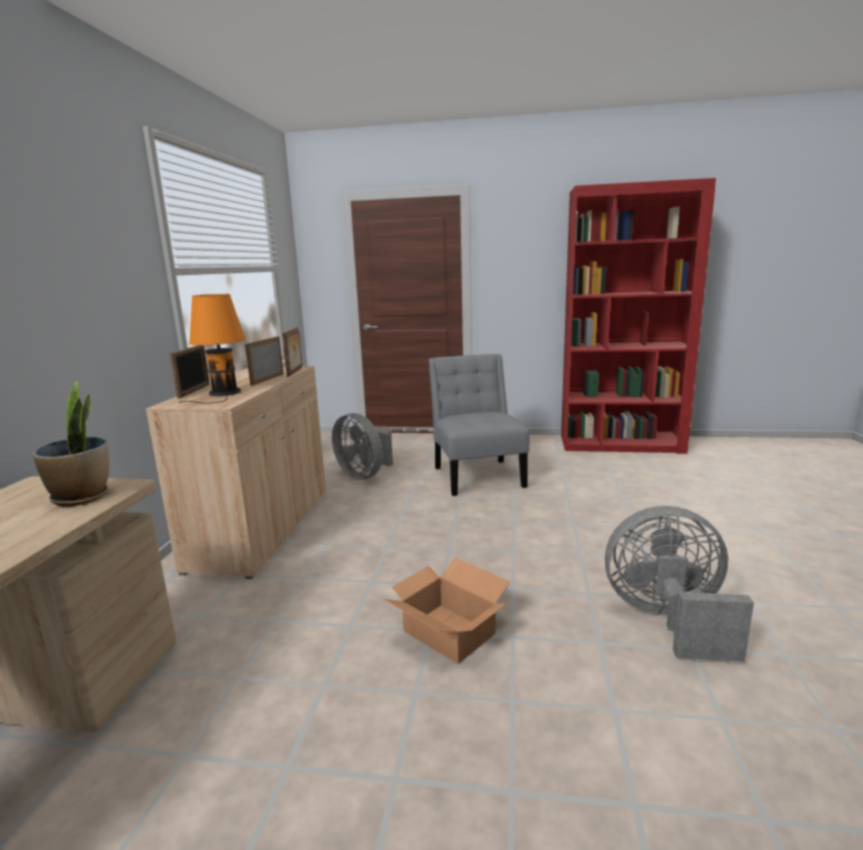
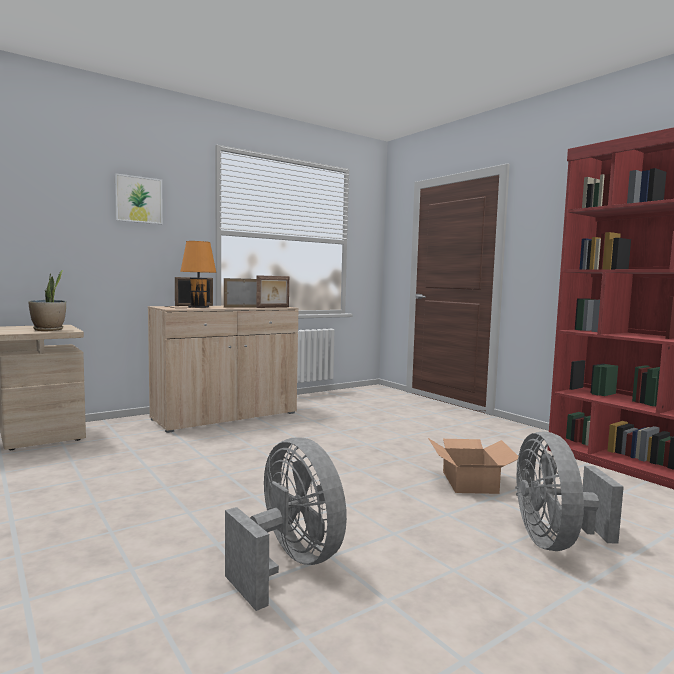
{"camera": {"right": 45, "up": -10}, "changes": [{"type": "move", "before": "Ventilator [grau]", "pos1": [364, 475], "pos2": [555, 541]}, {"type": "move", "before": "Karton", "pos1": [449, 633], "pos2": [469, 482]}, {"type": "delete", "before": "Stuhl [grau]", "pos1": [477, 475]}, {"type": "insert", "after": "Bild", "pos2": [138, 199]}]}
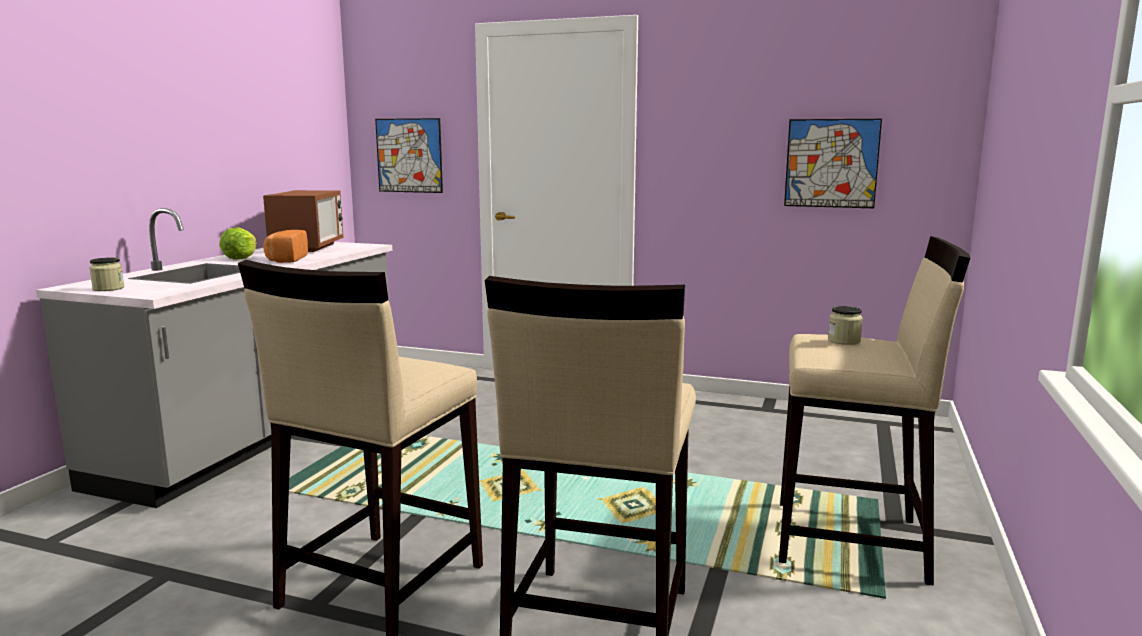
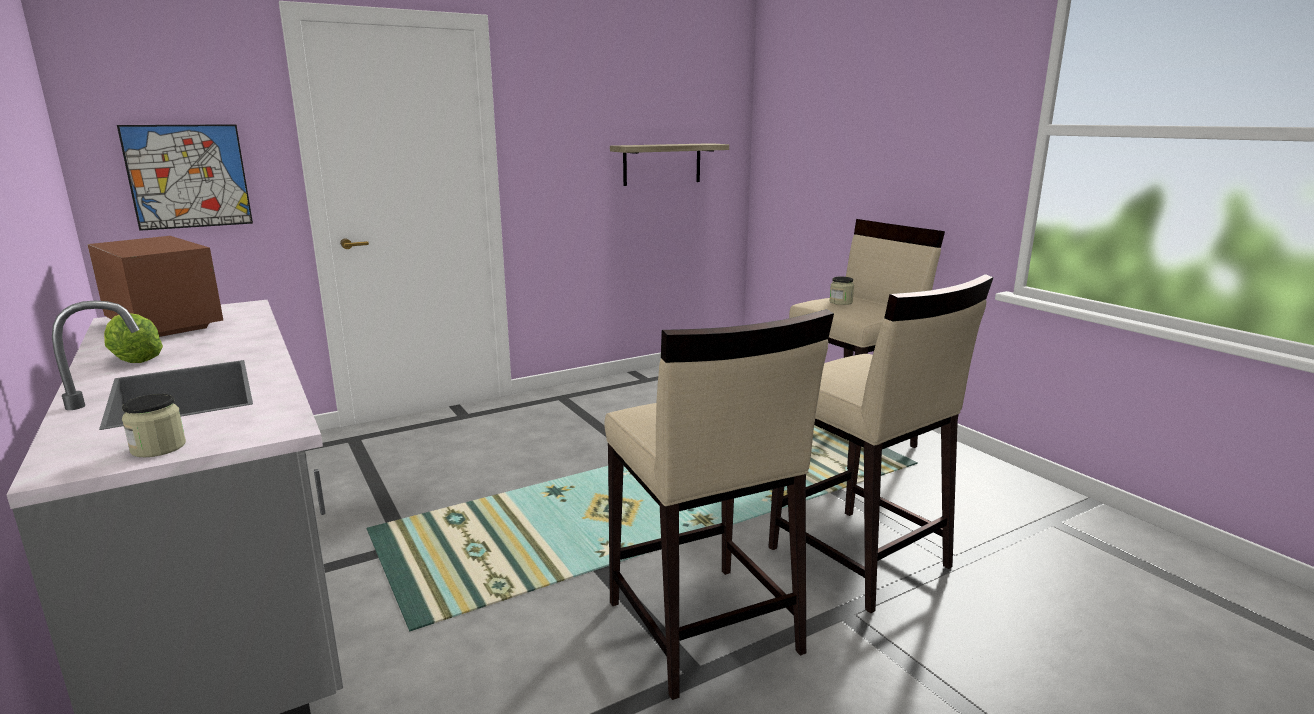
{"camera": {"right": -50, "up": 5}, "changes": [{"type": "delete", "before": "Brot", "pos1": [286, 259]}, {"type": "replace", "before": "Bild", "after": "Wandregal", "pos1": [831, 163], "pos2": [662, 164]}]}
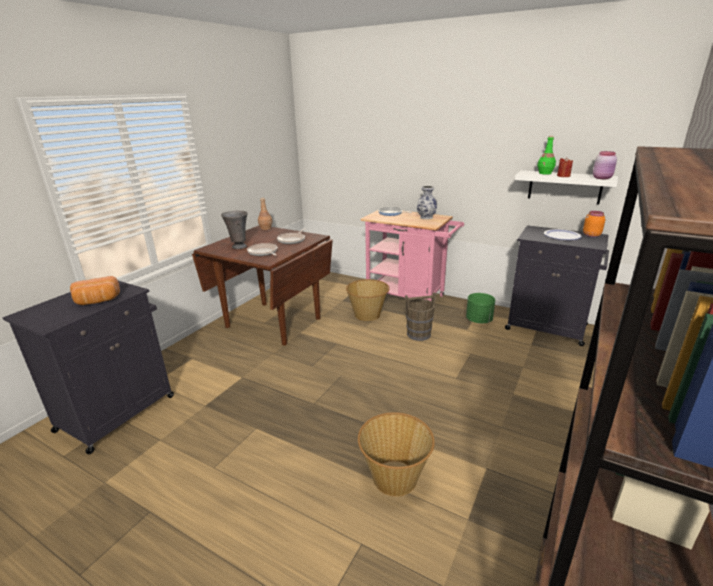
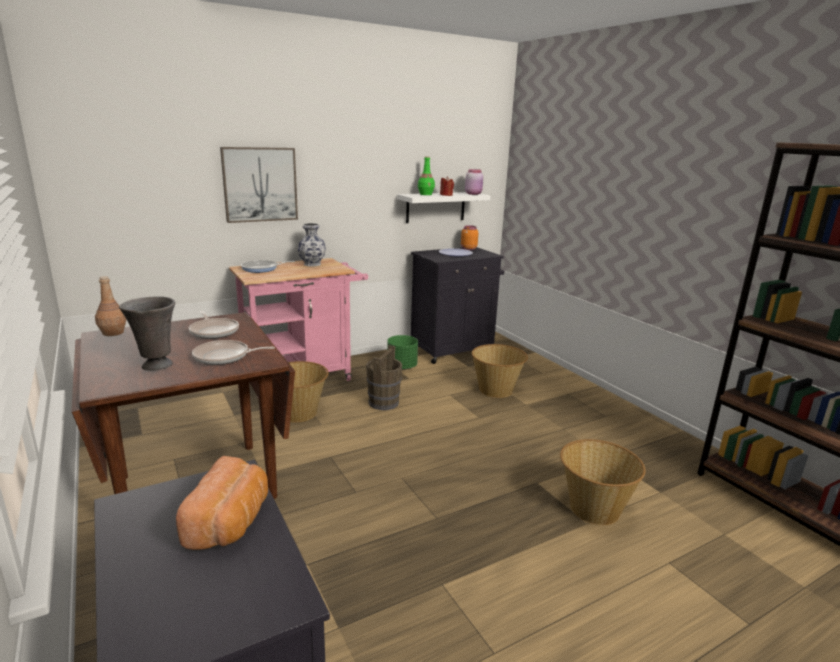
{"camera": {"right": -60, "up": -5}, "changes": [{"type": "insert", "after": "Bild", "pos2": [260, 184]}, {"type": "insert", "after": "Korb", "pos2": [496, 390]}]}
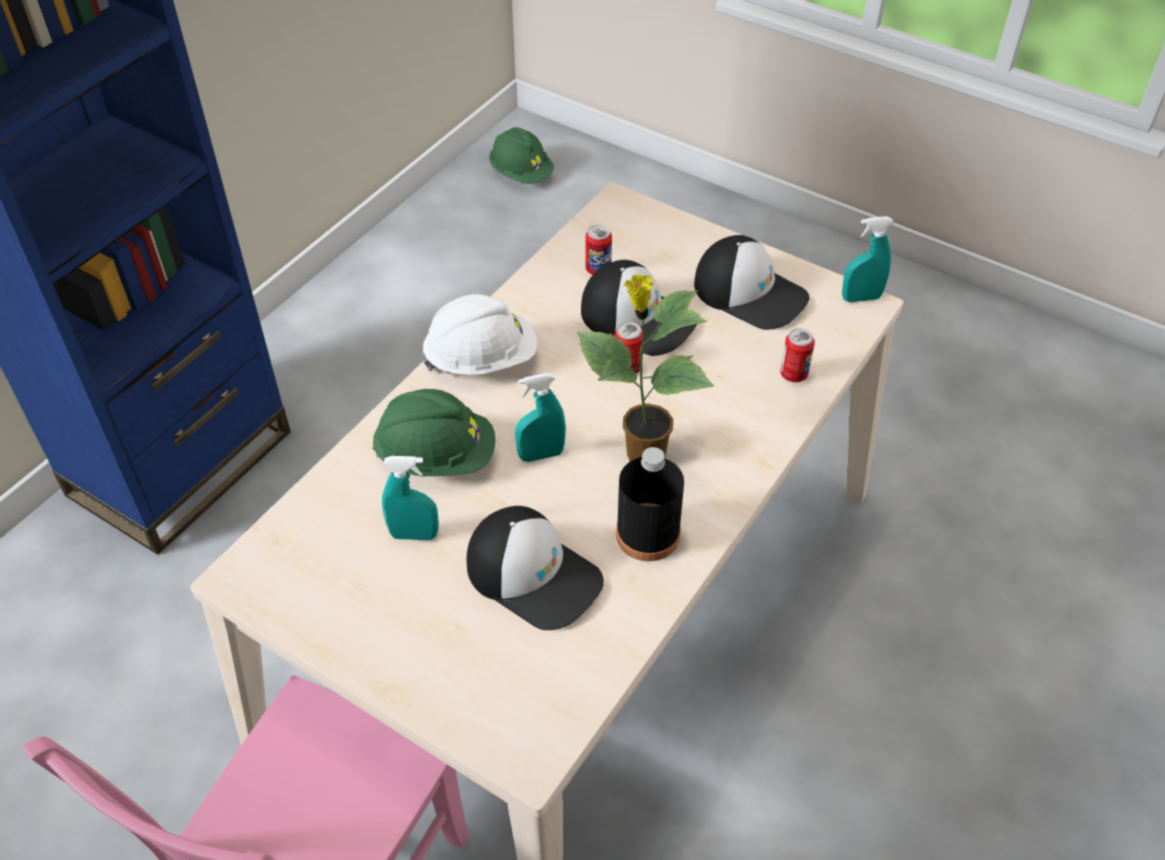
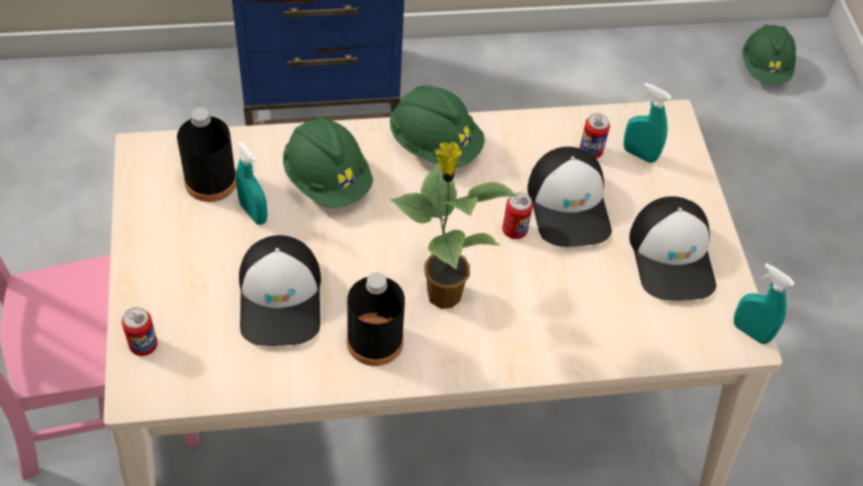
{"camera": {"right": 45, "up": 5}, "changes": [{"type": "recolor", "before": "Schutzhelm [weiß]", "after": "Schutzhelm [grün]", "pos1": [481, 359], "pos2": [435, 145]}, {"type": "move", "before": "Sprühflasche [türkis]", "pos1": [541, 455], "pos2": [639, 154]}, {"type": "move", "before": "Dose", "pos1": [793, 374], "pos2": [143, 345]}, {"type": "insert", "after": "Flasche [schwarz]", "pos2": [211, 181]}]}
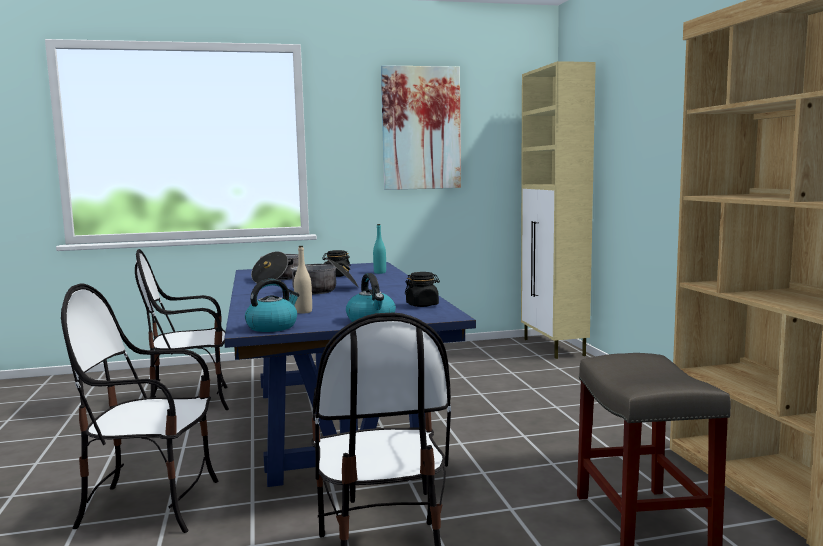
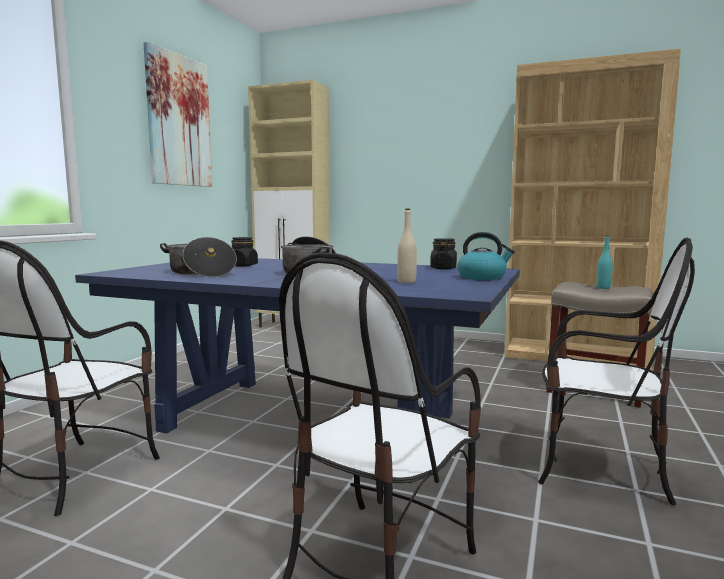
{"camera": {"right": -55, "up": 0}, "changes": [{"type": "delete", "before": "Wasserkessel", "pos1": [272, 327]}, {"type": "move", "before": "Flasche [türkis]", "pos1": [380, 272], "pos2": [603, 288]}]}
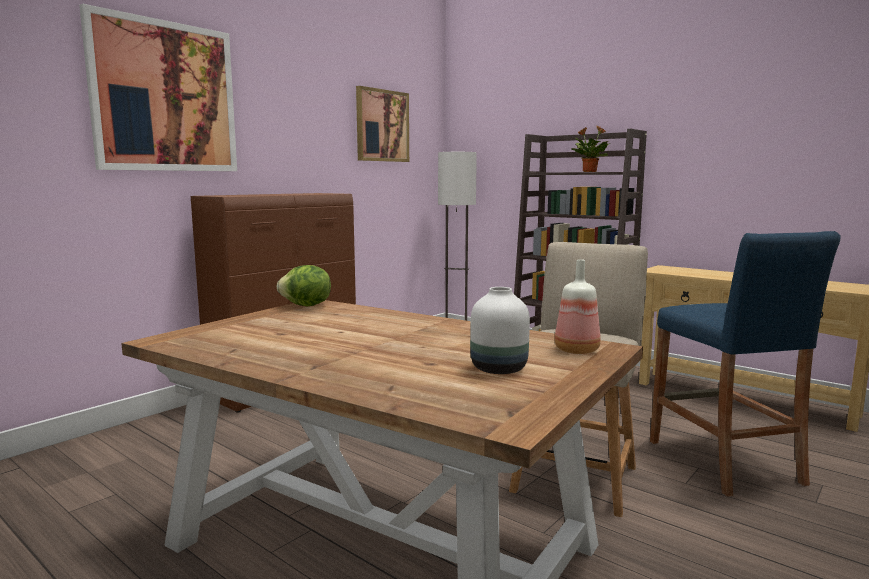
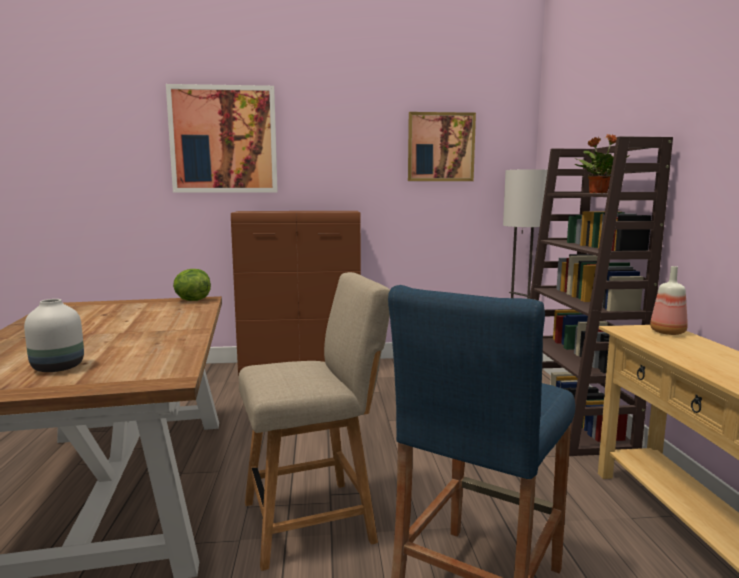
{"camera": {"right": 45, "up": 0}, "changes": [{"type": "move", "before": "Flasche", "pos1": [576, 350], "pos2": [667, 332]}]}
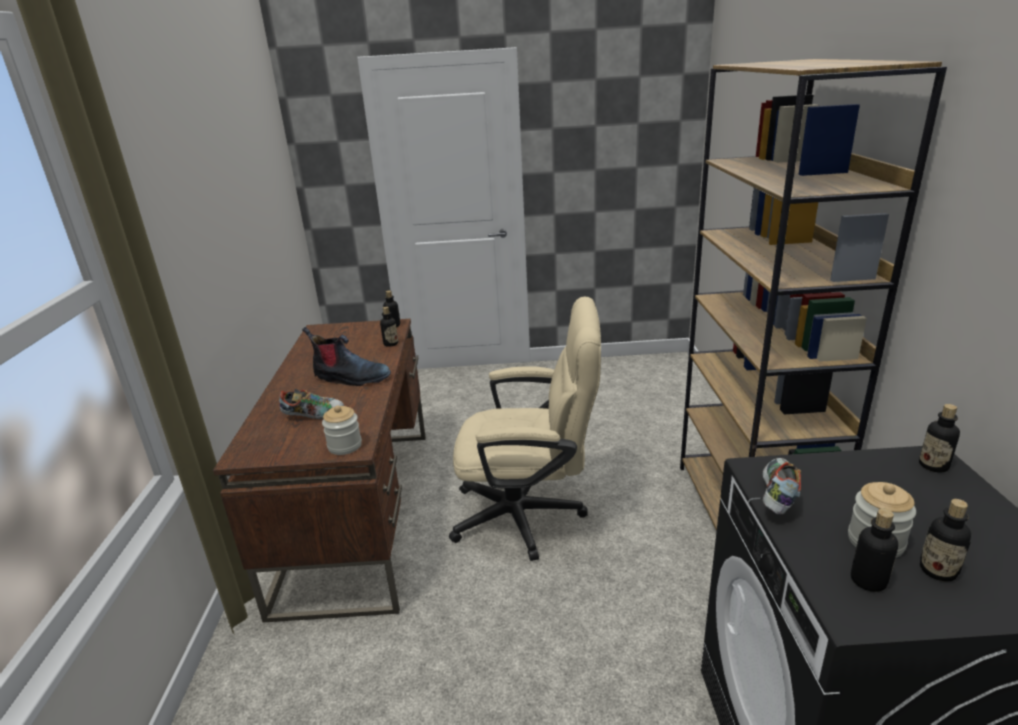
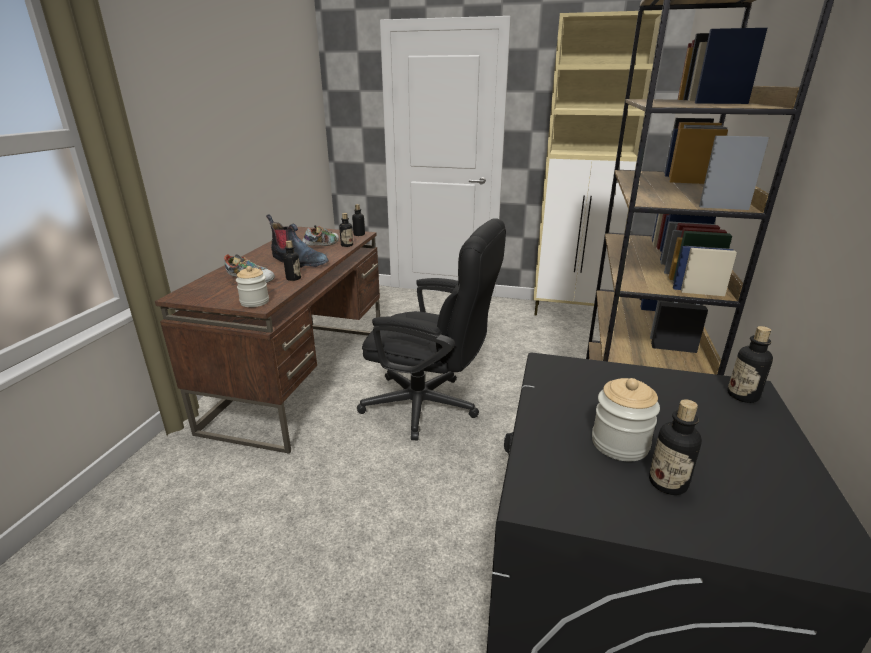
{"camera": {"right": 15, "up": 0}, "changes": [{"type": "recolor", "before": "Bürostuhl [beige]", "after": "Bürostuhl [schwarz]", "pos1": [530, 515], "pos2": [430, 407]}, {"type": "move", "before": "Schuh", "pos1": [776, 497], "pos2": [322, 246]}, {"type": "move", "before": "Flasche", "pos1": [868, 580], "pos2": [293, 278]}, {"type": "insert", "after": "Schrank [beige]", "pos2": [572, 313]}]}
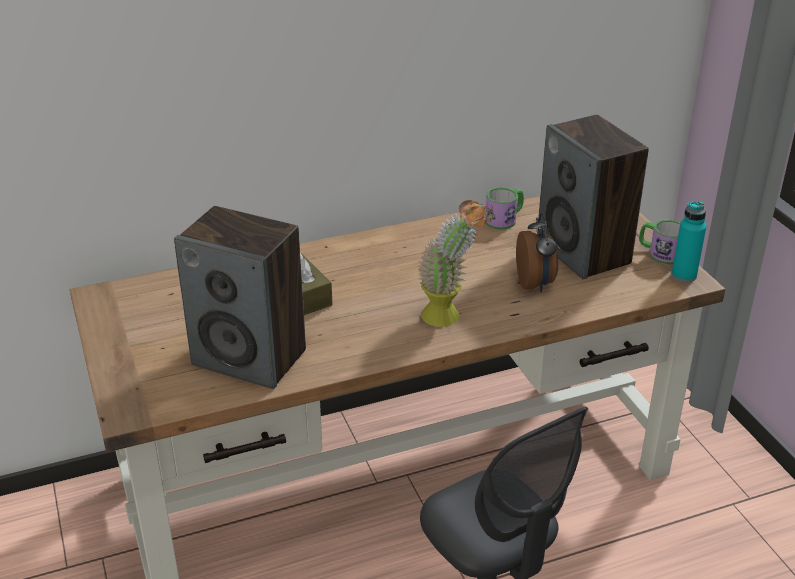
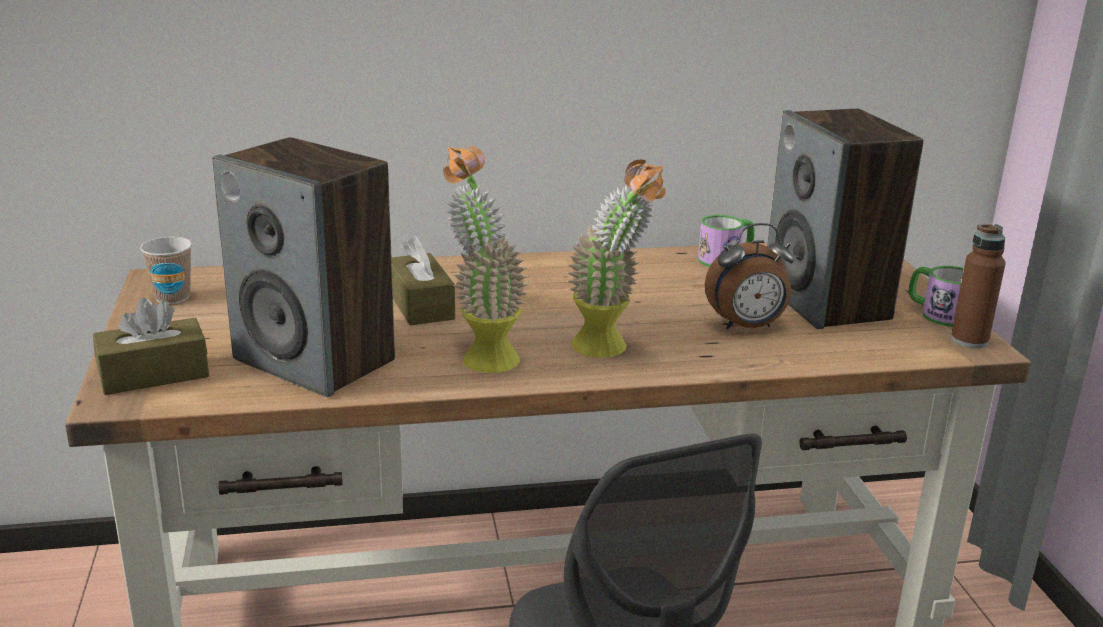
{"camera": {"right": 10, "up": -10}, "changes": [{"type": "rotate", "before": "Wecker", "pos1": [535, 283], "pos2": [747, 327], "turn": 75}, {"type": "recolor", "before": "Flasche [türkis]", "after": "Flasche [braun]", "pos1": [684, 275], "pos2": [969, 340]}, {"type": "insert", "after": "Taschentuchbox [braun]", "pos2": [154, 374]}, {"type": "insert", "after": "Tasse", "pos2": [172, 297]}, {"type": "insert", "after": "Topfpflanze", "pos2": [481, 354]}]}
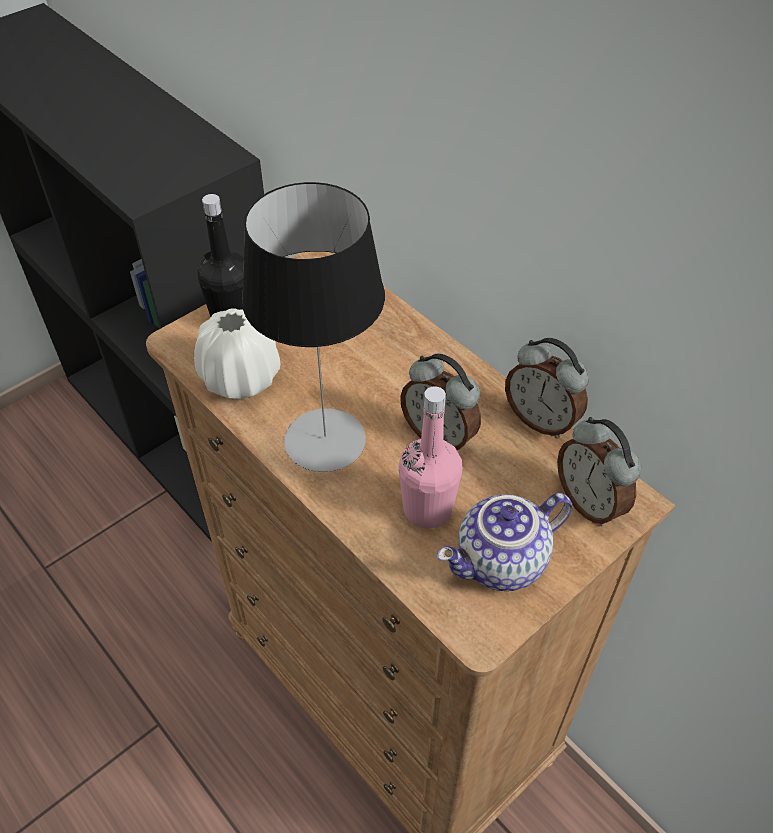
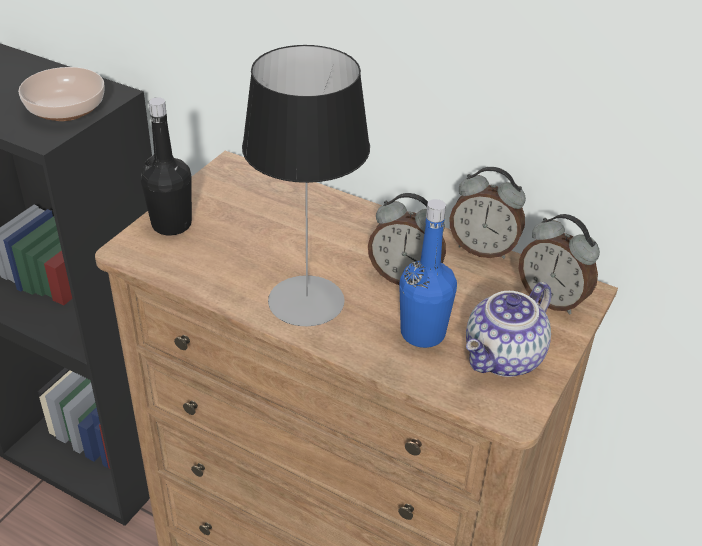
{"camera": {"right": -20, "up": -10}, "changes": [{"type": "delete", "before": "Vase [weiß]", "pos1": [241, 378]}, {"type": "recolor", "before": "Flasche [rosa]", "after": "Flasche [blau]", "pos1": [427, 509], "pos2": [422, 333]}, {"type": "insert", "after": "Schüssel", "pos2": [65, 110]}]}
